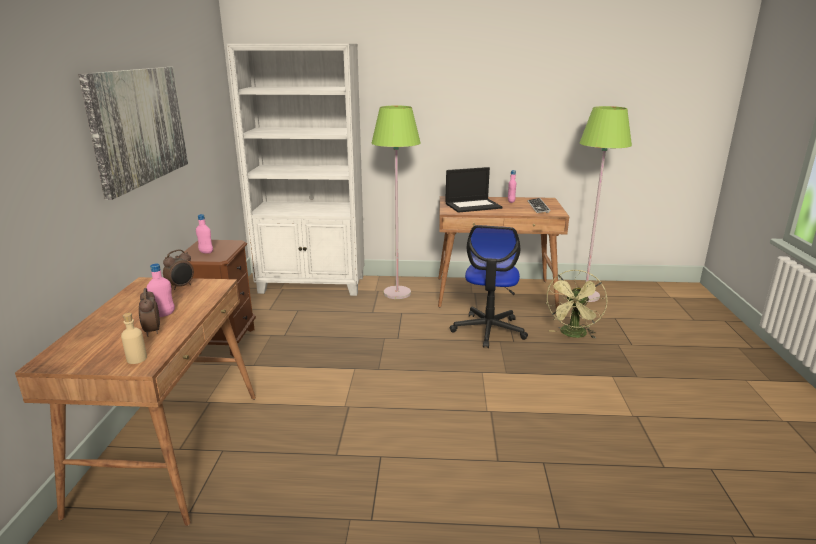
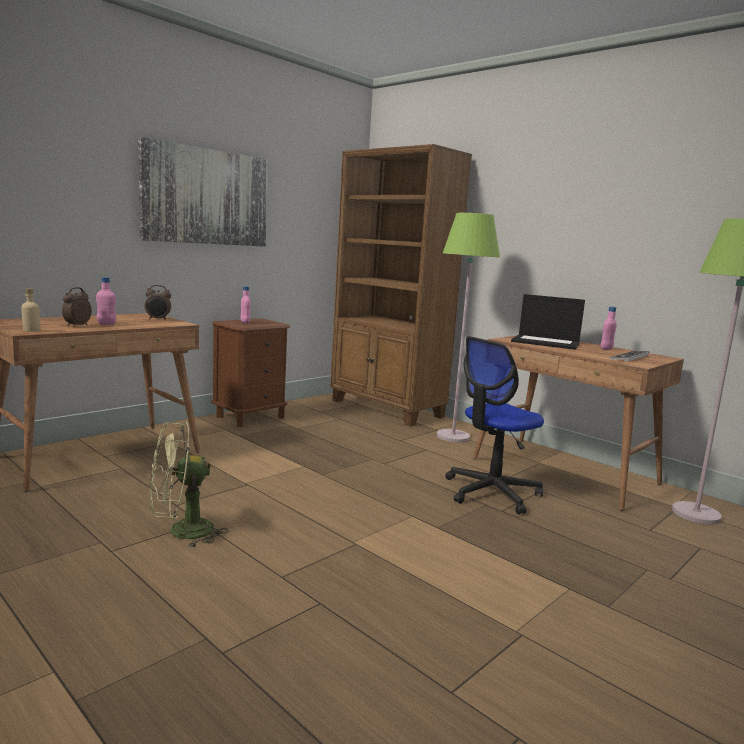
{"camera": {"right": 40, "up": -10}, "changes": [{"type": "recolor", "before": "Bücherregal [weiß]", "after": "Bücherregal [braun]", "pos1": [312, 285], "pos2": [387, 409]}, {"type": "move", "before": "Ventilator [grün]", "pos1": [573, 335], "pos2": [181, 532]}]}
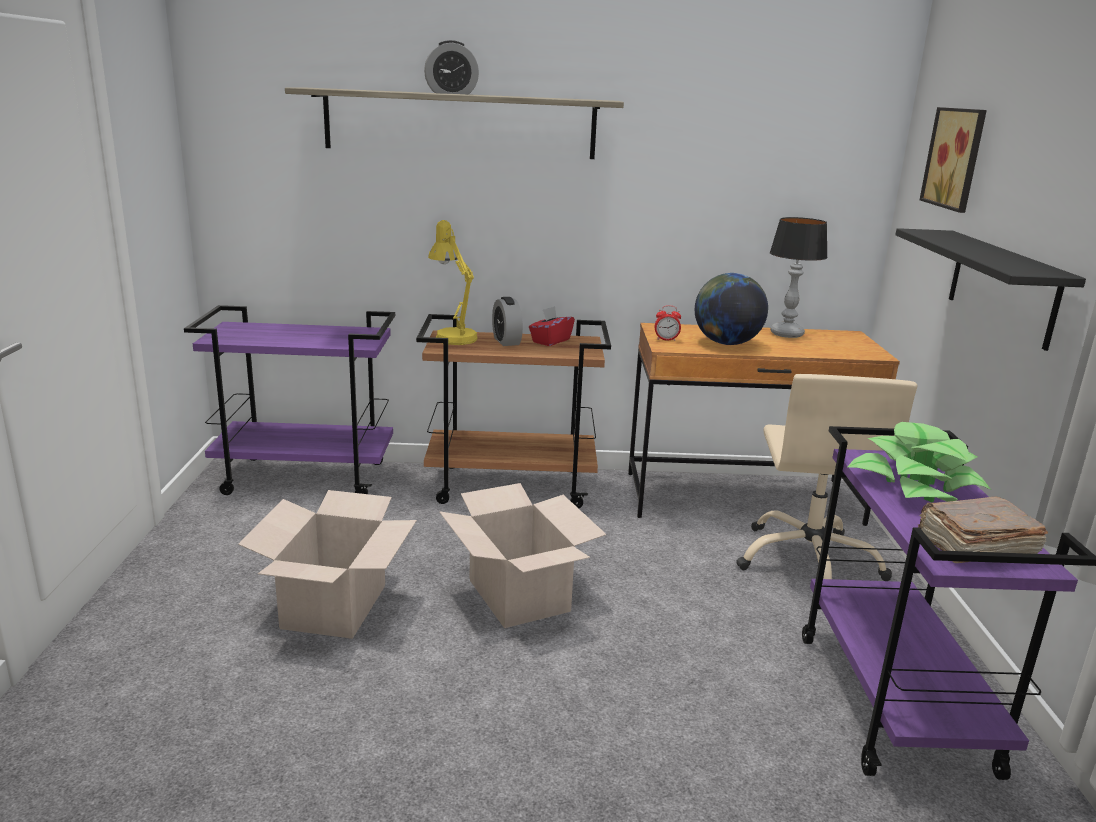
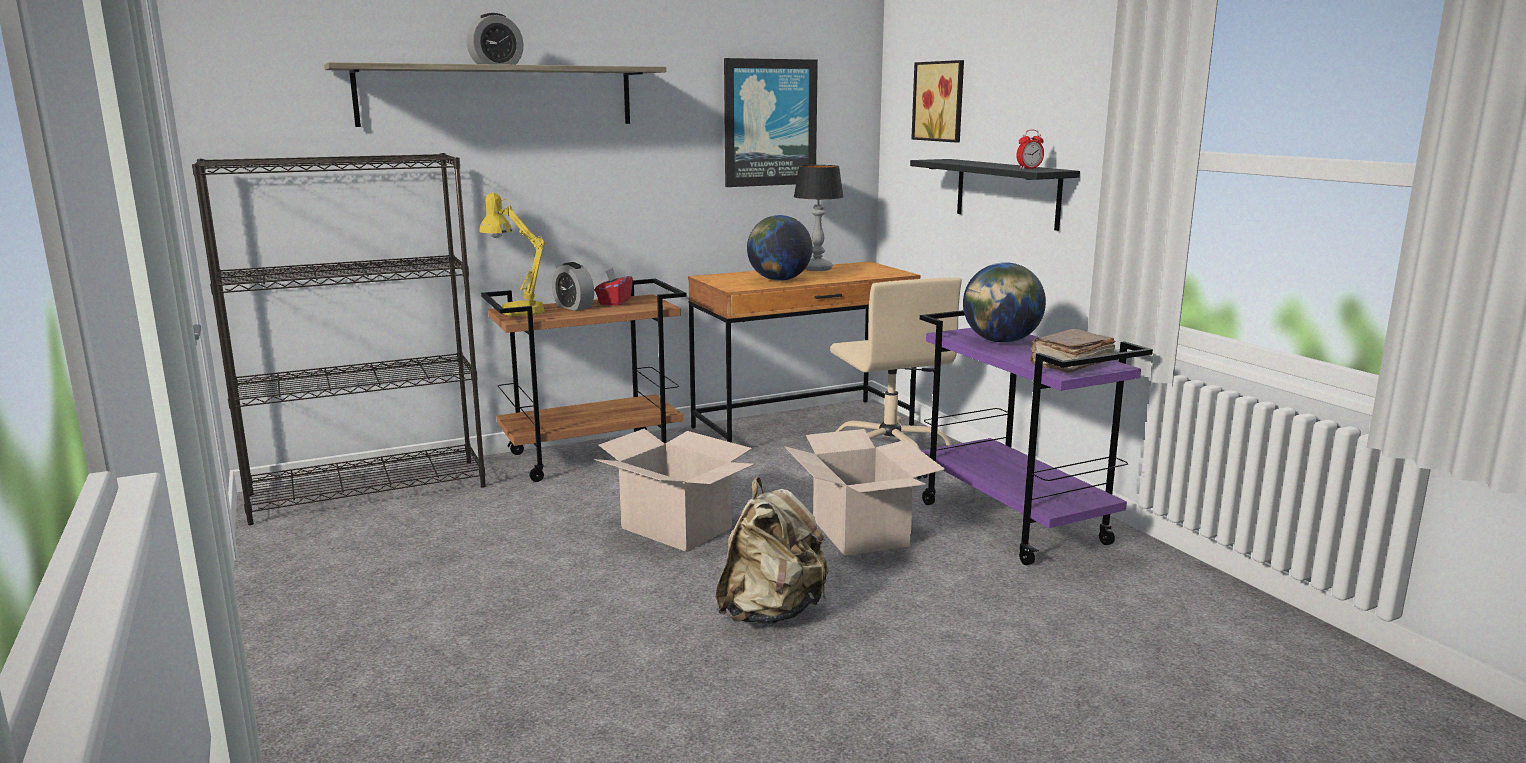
{"camera": {"right": -25, "up": -5}, "changes": [{"type": "replace", "before": "Rollwagen [lila]", "after": "Bücherregal [schwarz]", "pos1": [307, 478], "pos2": [369, 490]}, {"type": "move", "before": "Karton", "pos1": [333, 606], "pos2": [859, 532]}, {"type": "move", "before": "Wecker", "pos1": [666, 339], "pos2": [1029, 169]}, {"type": "replace", "before": "Topfpflanze", "after": "Globus", "pos1": [915, 484], "pos2": [1001, 341]}, {"type": "insert", "after": "Rucksack [beige]", "pos2": [771, 613]}, {"type": "insert", "after": "Bild", "pos2": [769, 123]}]}
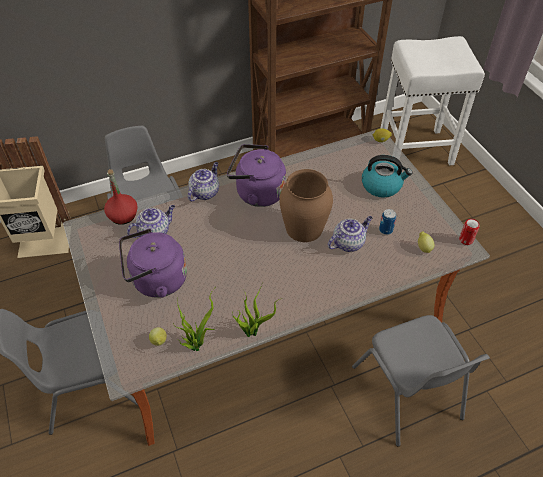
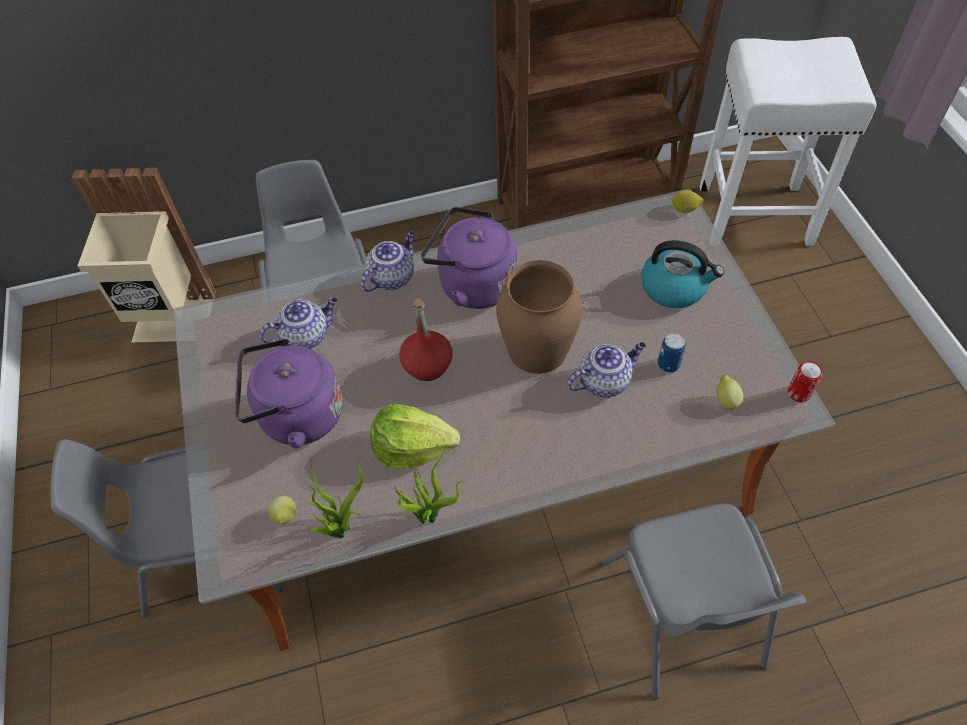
{"camera": {"right": 10, "up": 5}, "changes": [{"type": "move", "before": "Flasche [rot]", "pos1": [123, 216], "pos2": [428, 365]}, {"type": "insert", "after": "Salatkopf", "pos2": [412, 447]}]}
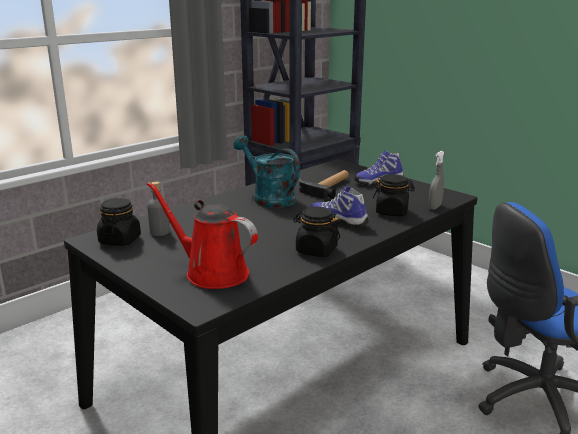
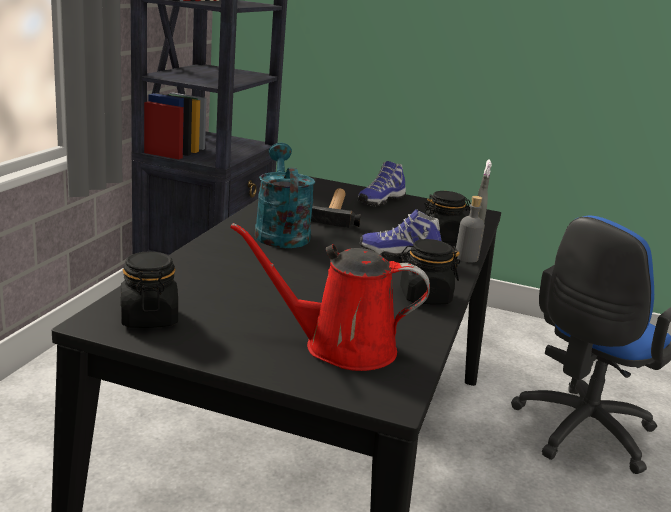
{"camera": {"right": -30, "up": 0}, "changes": [{"type": "move", "before": "Flasche [grau]", "pos1": [159, 232], "pos2": [466, 258]}, {"type": "rotate", "before": "Gießkanne [türkis]", "pos1": [269, 198], "pos2": [280, 232], "turn": 60}]}
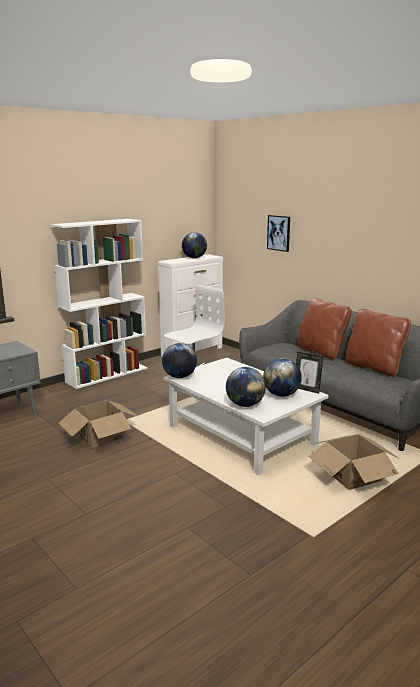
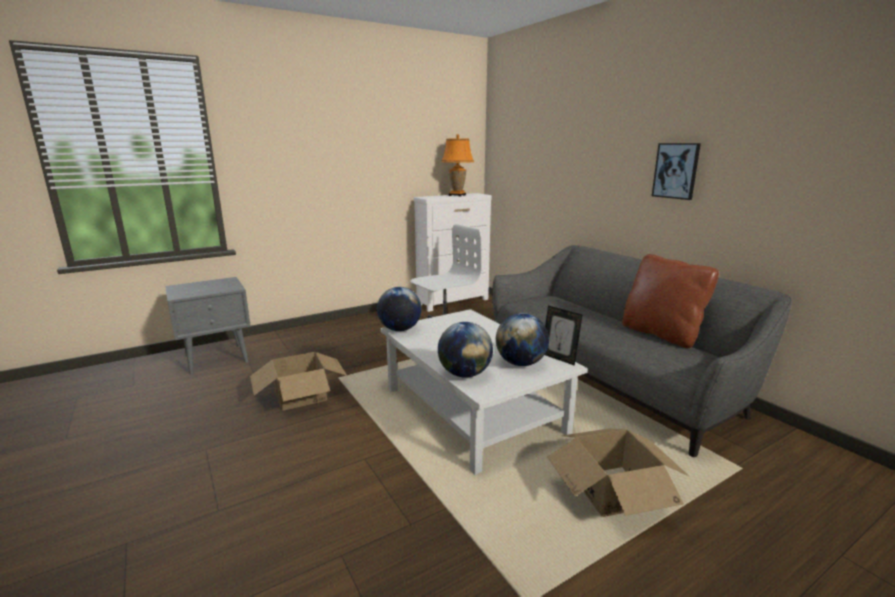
{"camera": {"right": 10, "up": 0}, "changes": [{"type": "delete", "before": "Bücherregal [weiß]", "pos1": [107, 375]}, {"type": "replace", "before": "Globus", "after": "Tischlampe [orange]", "pos1": [194, 258], "pos2": [457, 195]}, {"type": "move", "before": "Bild", "pos1": [279, 233], "pos2": [676, 171]}, {"type": "delete", "before": "Kissen [braun]", "pos1": [321, 352]}]}
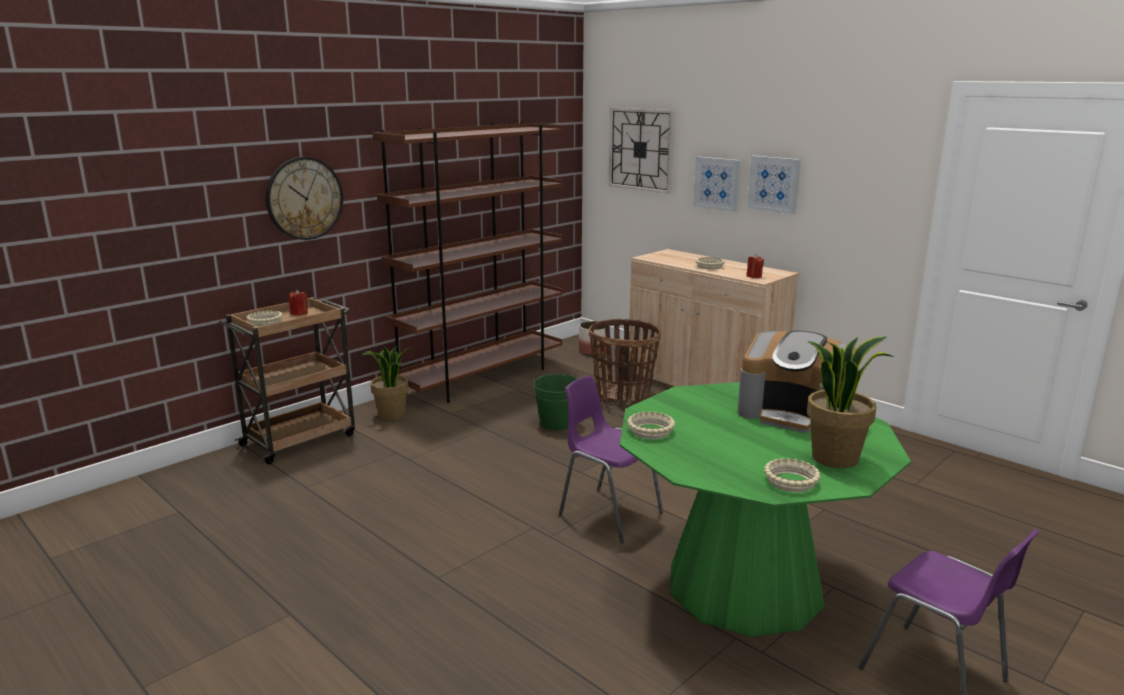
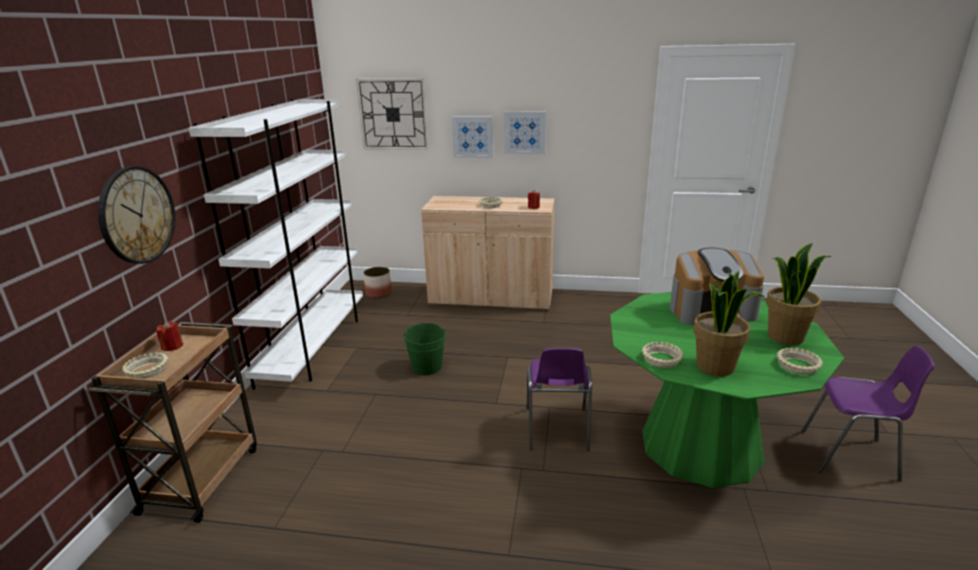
{"camera": {"right": -35, "up": 5}, "changes": [{"type": "move", "before": "Topfpflanze", "pos1": [391, 415], "pos2": [716, 367]}, {"type": "recolor", "before": "Bücherregal [braun]", "after": "Bücherregal [weiß]", "pos1": [482, 378], "pos2": [314, 347]}, {"type": "rotate", "before": "Stuhl [lila]", "pos1": [608, 513], "pos2": [557, 430], "turn": -90}, {"type": "delete", "before": "Korb", "pos1": [623, 395]}]}
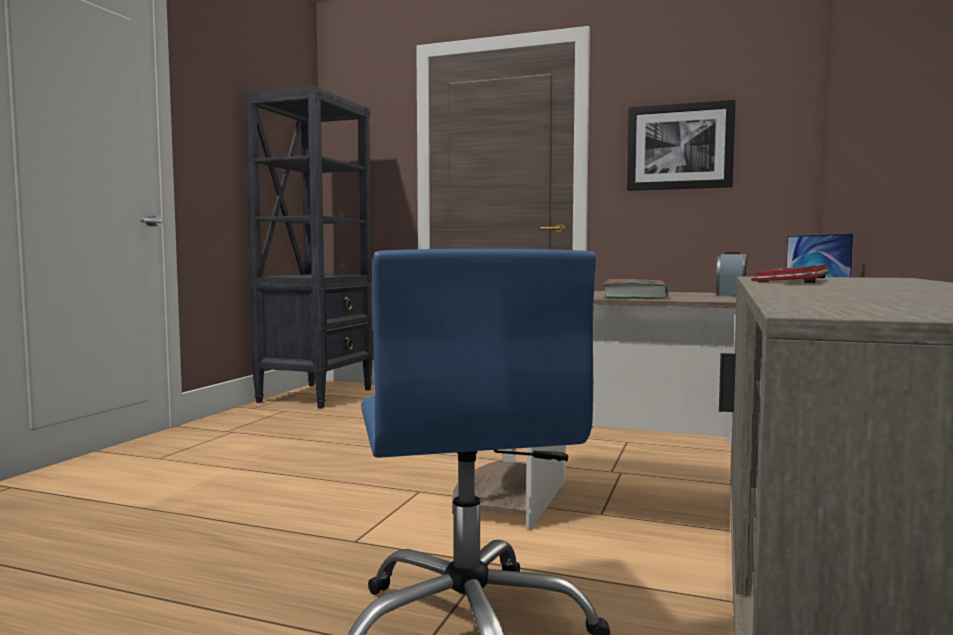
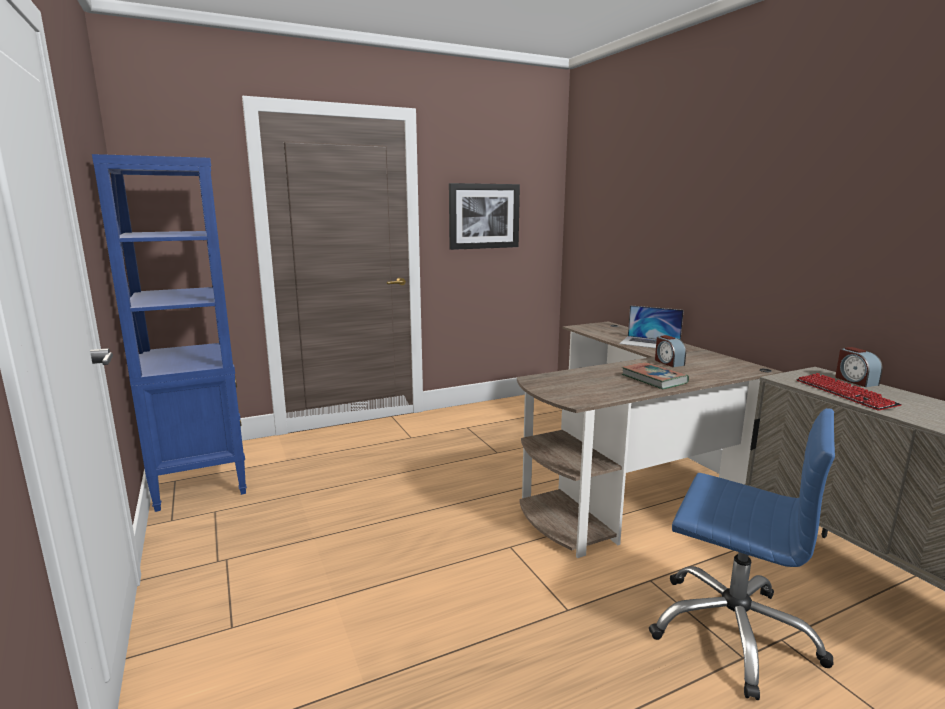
{"camera": {"right": -45, "up": 10}, "changes": [{"type": "recolor", "before": "Bücherregal [schwarz]", "after": "Bücherregal [blau]", "pos1": [317, 395], "pos2": [201, 478]}, {"type": "insert", "after": "Wecker", "pos2": [855, 381]}]}
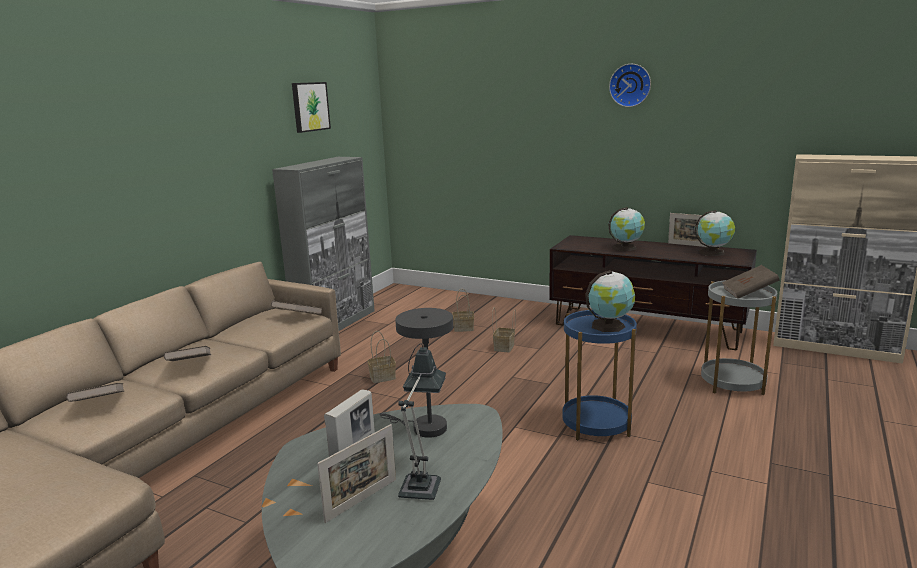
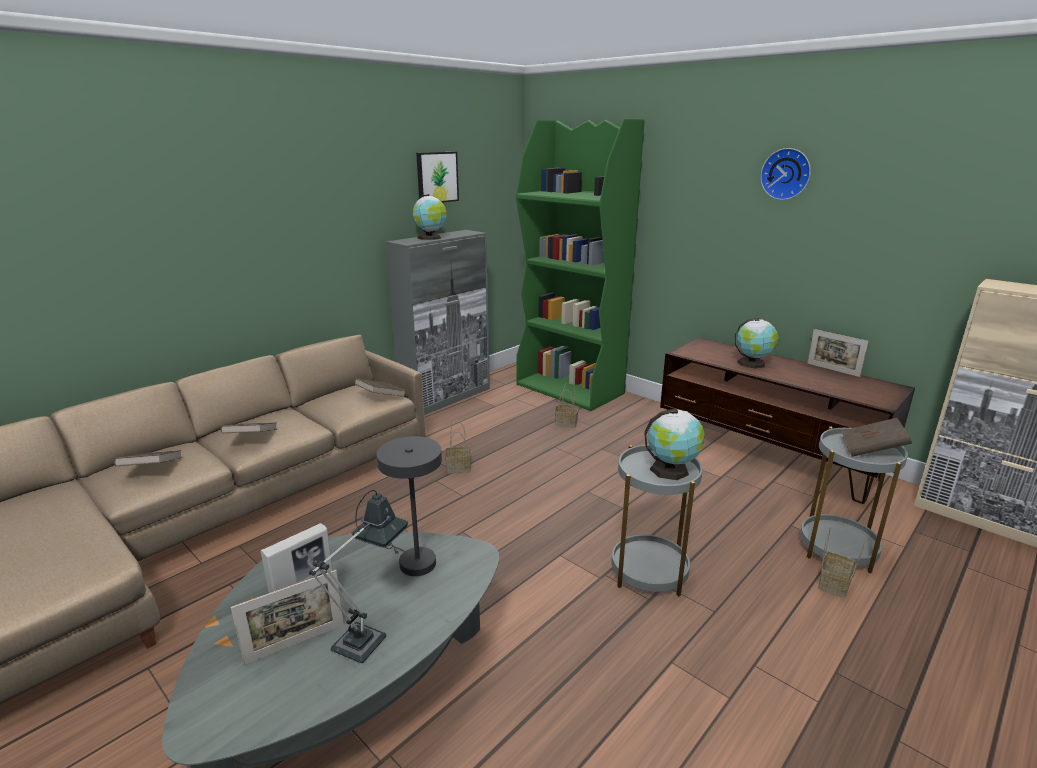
{"camera": {"right": 15, "up": 5}, "changes": [{"type": "move", "before": "Korb", "pos1": [504, 348], "pos2": [834, 585]}, {"type": "recolor", "before": "Beistelltisch [blau]", "after": "Beistelltisch [grau]", "pos1": [596, 425], "pos2": [649, 572]}, {"type": "move", "before": "Globus", "pos1": [713, 252], "pos2": [430, 238]}, {"type": "insert", "after": "Bücherregal [grün]", "pos2": [570, 389]}]}
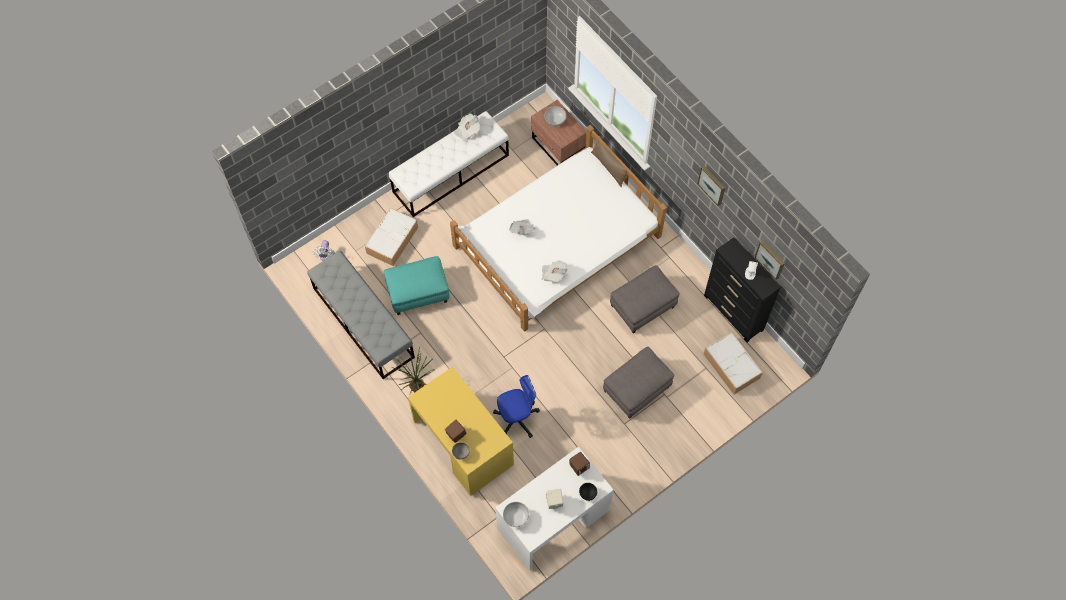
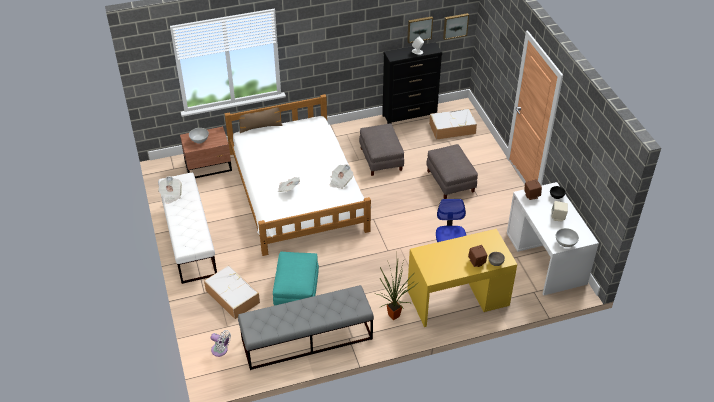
{"camera": {"right": -70, "up": -20}, "changes": [{"type": "move", "before": "Bild", "pos1": [712, 184], "pos2": [455, 25]}]}
